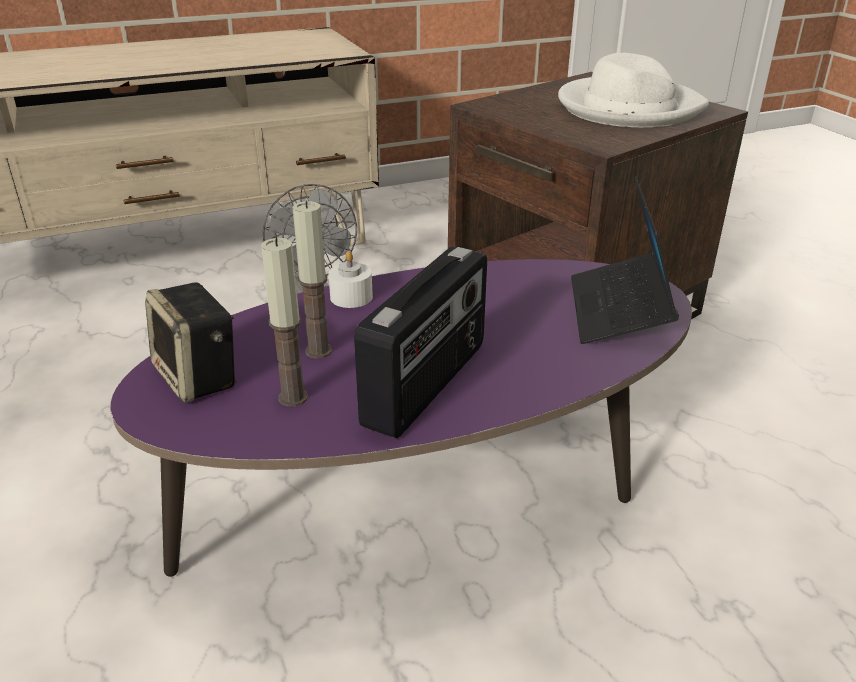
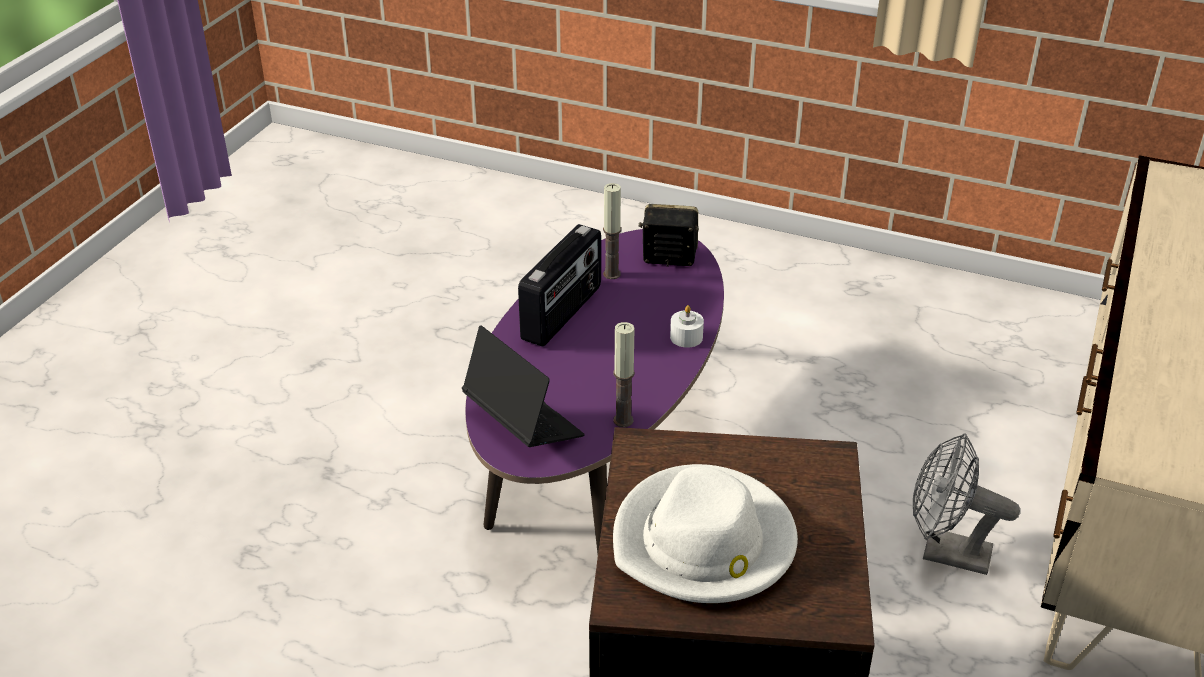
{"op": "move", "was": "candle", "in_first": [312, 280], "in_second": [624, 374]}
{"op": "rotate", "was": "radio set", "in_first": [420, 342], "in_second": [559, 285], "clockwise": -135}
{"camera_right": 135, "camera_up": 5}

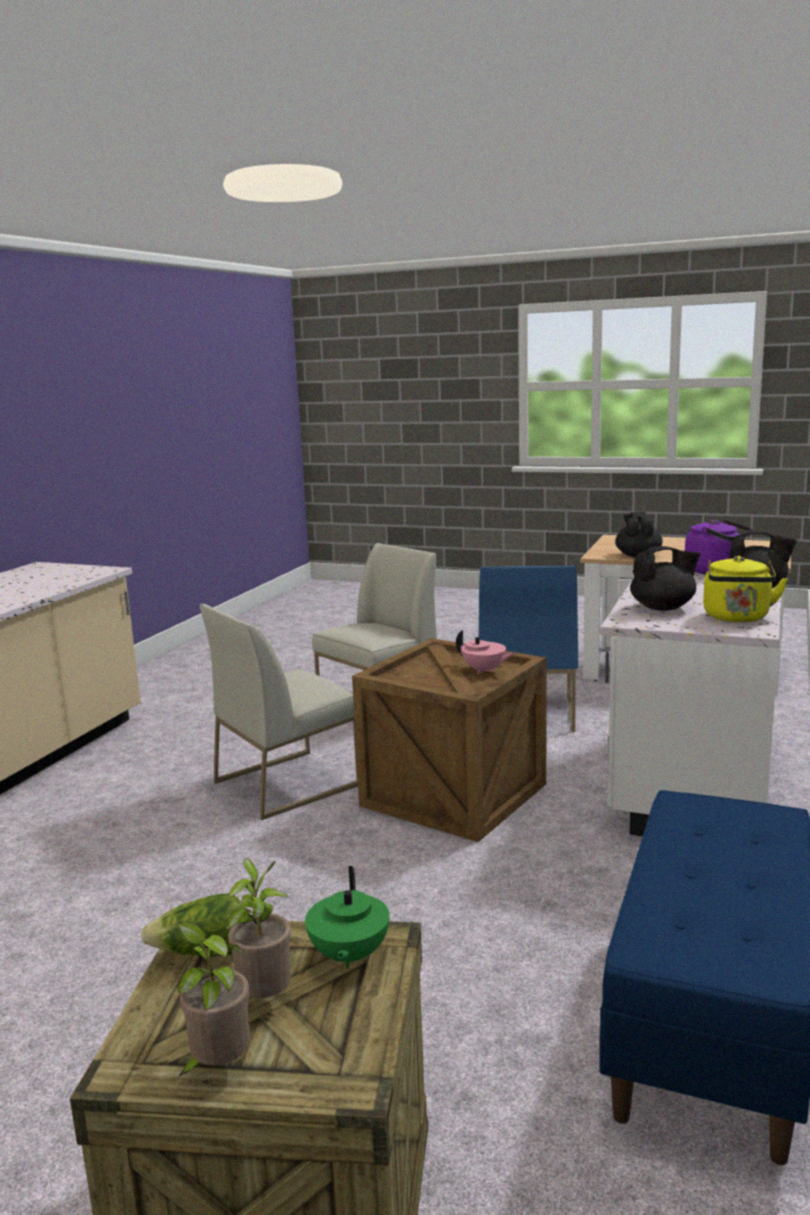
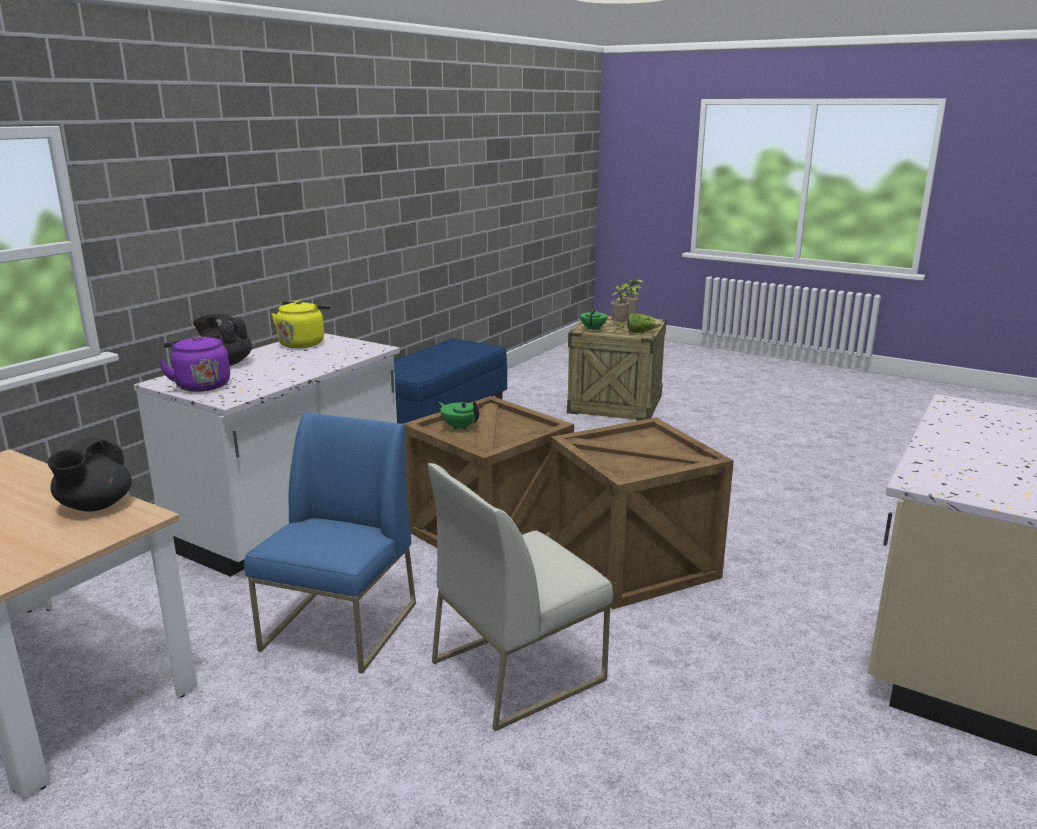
{"op": "replace", "was": "upright chair (whitish)", "now": "packing crate", "in_first": [278, 712], "in_second": [641, 514]}
{"op": "recolor", "was": "pot for tea (pinkish)", "now": "pot for tea (green)", "in_first": [485, 652], "in_second": [459, 415]}
{"op": "delete", "was": "pot for tea (blackish)", "in_first": [665, 578]}
{"camera_right": -170, "camera_up": 5}

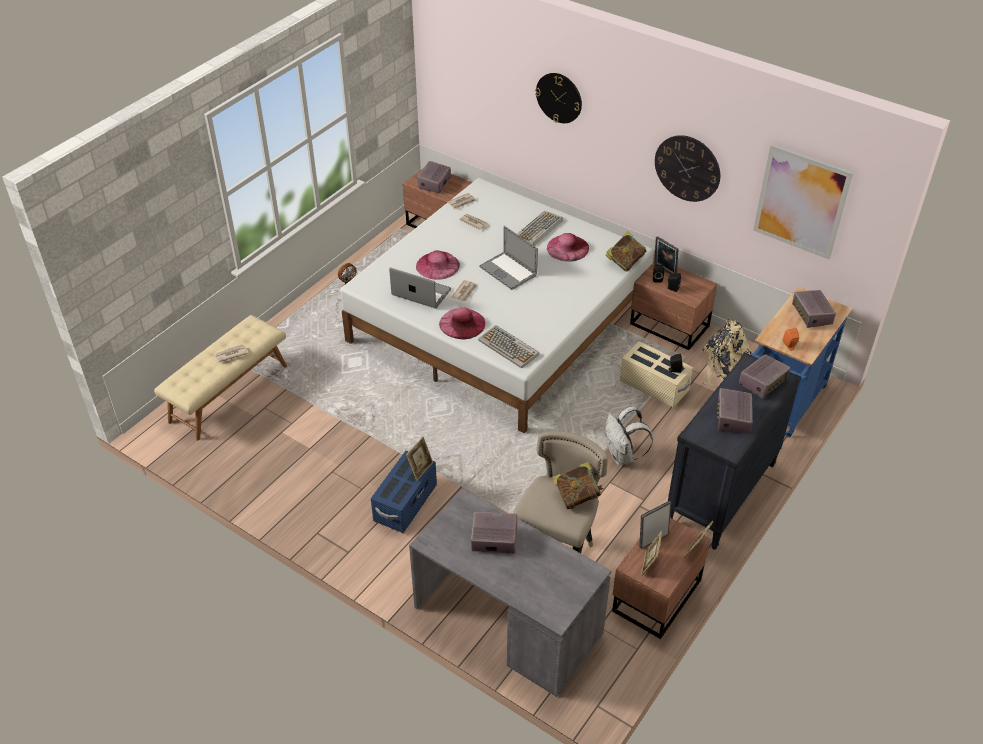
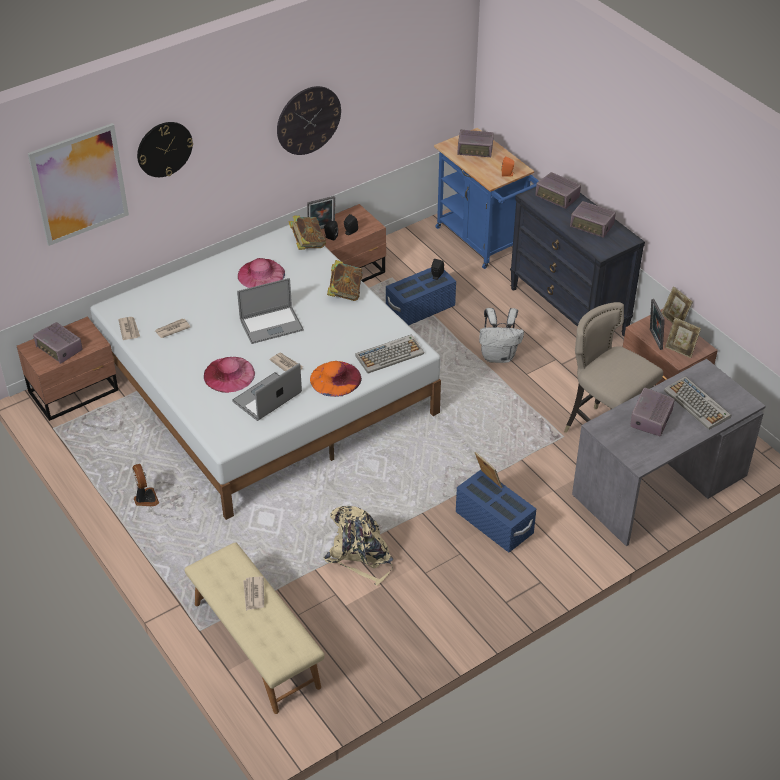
{"op": "recolor", "was": "hat (pinkish)", "now": "hat (orange)", "in_first": [462, 324], "in_second": [336, 379]}
{"op": "move", "was": "keyboard", "in_first": [540, 228], "in_second": [697, 403]}
{"op": "move", "was": "bound book", "in_first": [577, 485], "in_second": [345, 280]}
{"op": "recolor", "was": "storage box (beige-coloured)", "now": "storage box (blue)", "in_first": [656, 374], "in_second": [421, 296]}
{"op": "move", "was": "rucksack (beige-coloured)", "in_first": [726, 353], "in_second": [358, 546]}
{"op": "rotate", "was": "radio set", "in_first": [765, 376], "in_second": [558, 190], "clockwise": 150}
{"op": "move", "was": "picture", "in_first": [803, 202], "in_second": [78, 184]}
{"camera_right": -70, "camera_up": 0}

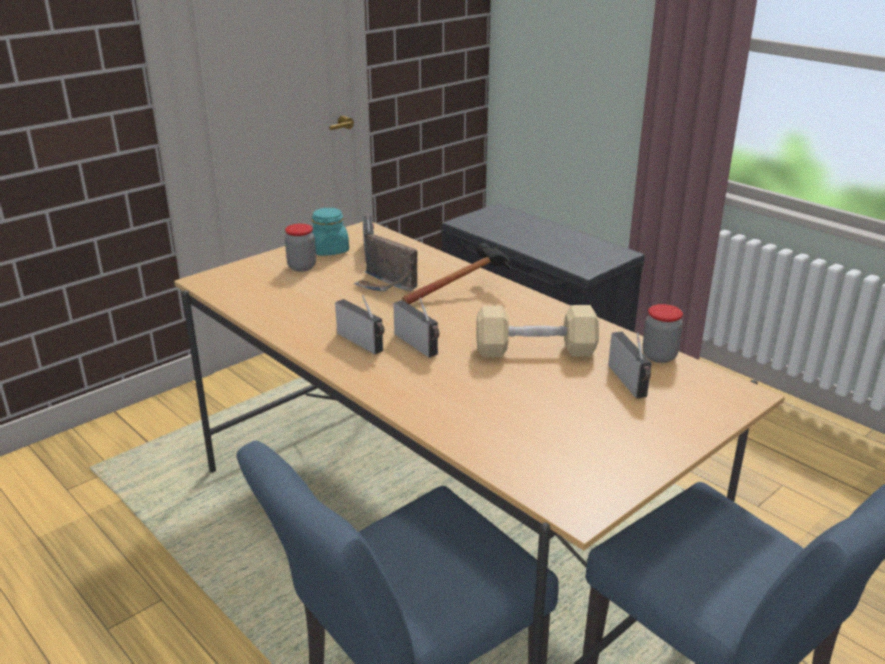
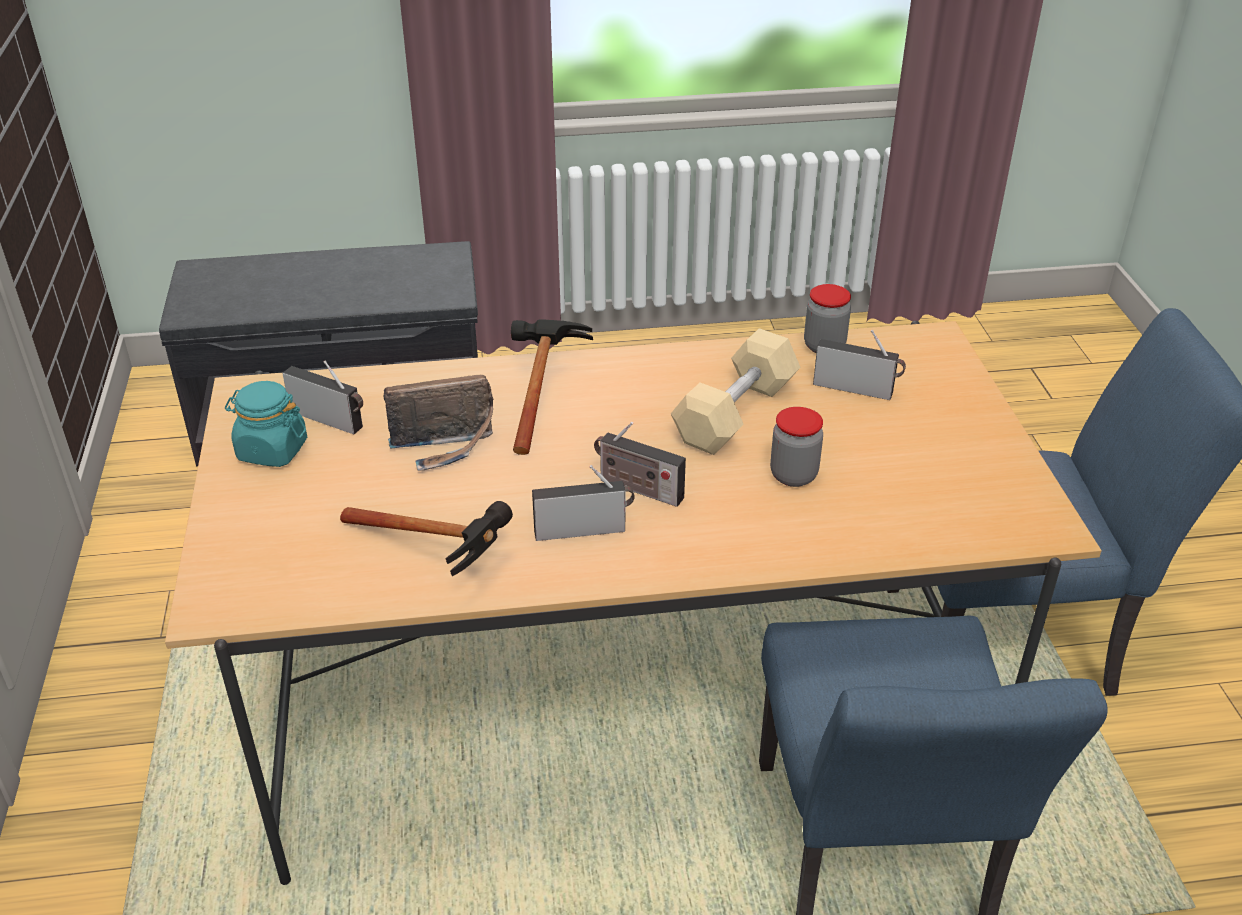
{"op": "move", "was": "storage jar", "in_first": [300, 248], "in_second": [796, 447]}
{"op": "rotate", "was": "radio set", "in_first": [416, 327], "in_second": [640, 464], "clockwise": -150}
{"op": "insert", "now": "hammer", "in_second": [426, 538]}
{"camera_right": -55, "camera_up": 10}

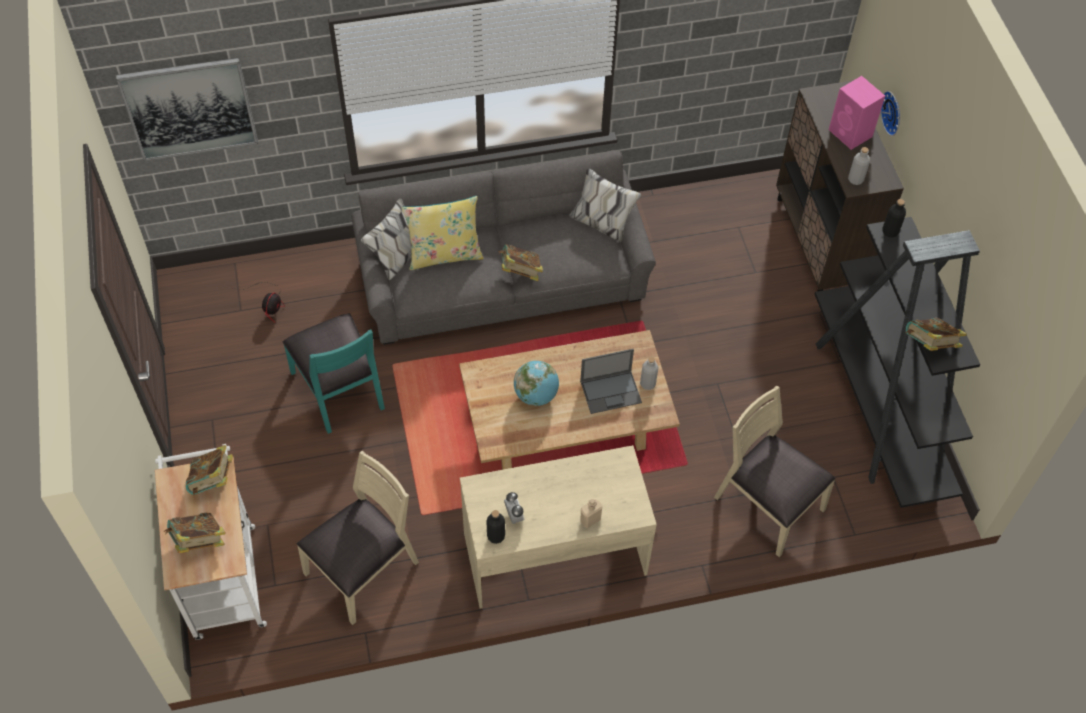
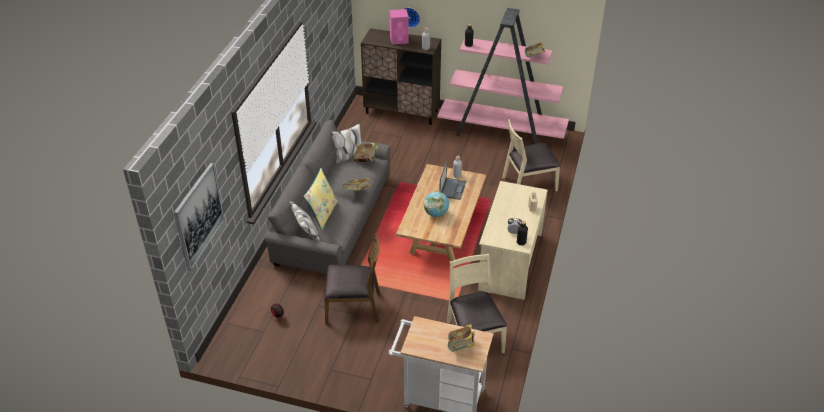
{"op": "move", "was": "bound book", "in_first": [209, 470], "in_second": [366, 153]}
{"op": "recolor", "was": "upright chair (blue-green)", "now": "upright chair (brown-coloured)", "in_first": [334, 373], "in_second": [352, 278]}
{"op": "recolor", "was": "bookshelf (blackish)", "now": "bookshelf (pinkish)", "in_first": [897, 362], "in_second": [503, 76]}
{"camera_right": -60, "camera_up": -15}

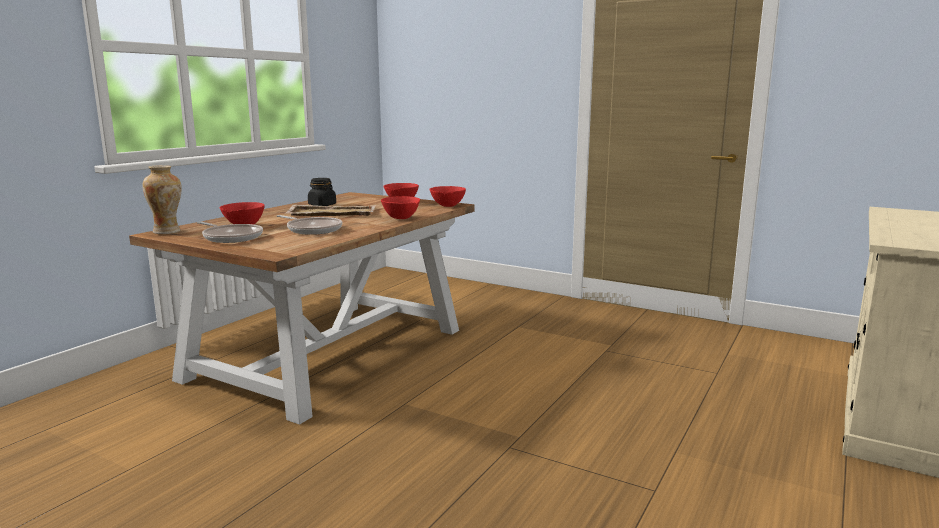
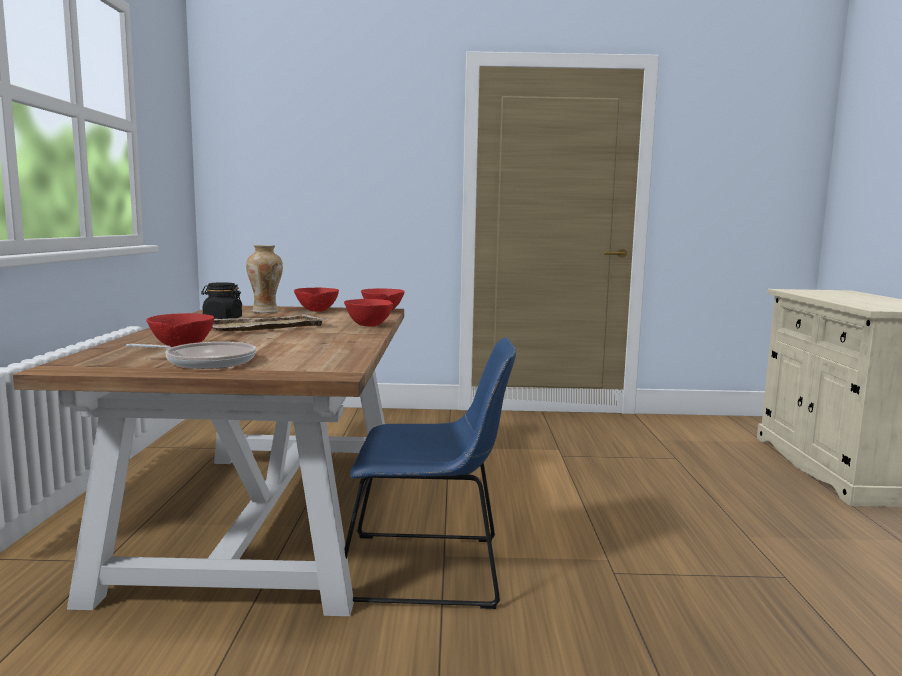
{"op": "move", "was": "vase", "in_first": [162, 199], "in_second": [264, 279]}
{"op": "delete", "was": "pan", "in_first": [309, 225]}
{"op": "insert", "now": "upright chair (blue)", "in_second": [430, 473]}
{"camera_right": -30, "camera_up": -5}

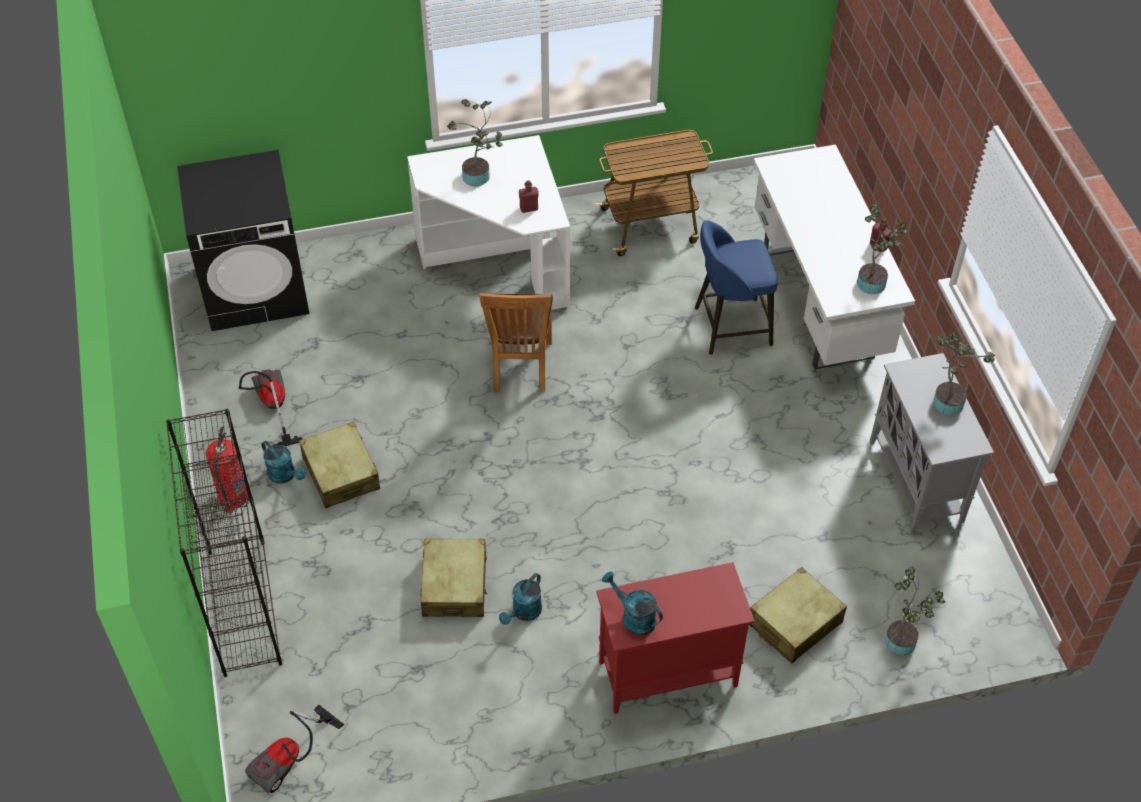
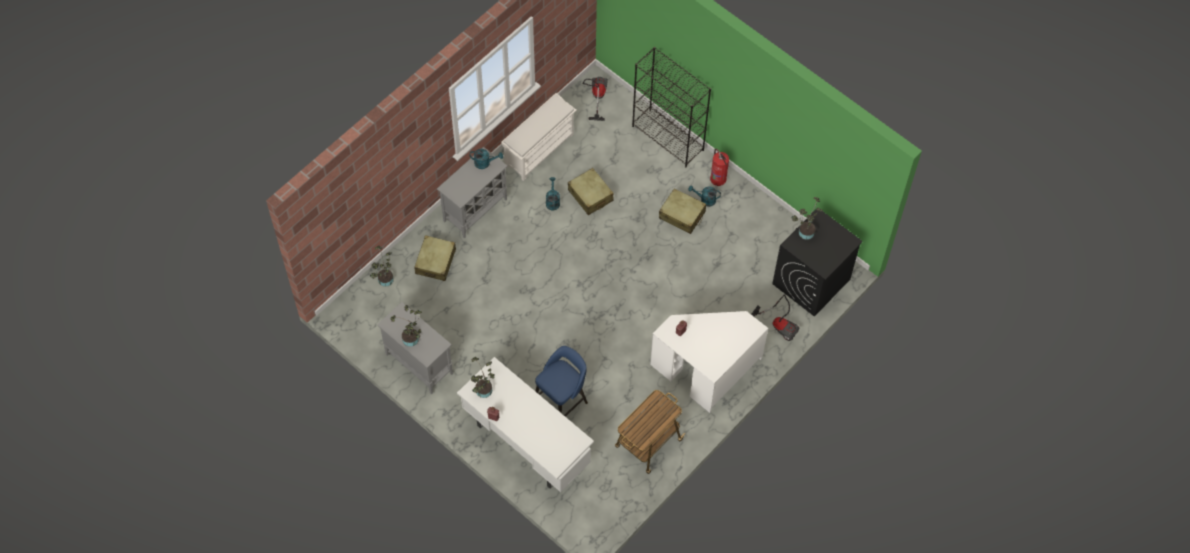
{"op": "move", "was": "vacuum", "in_first": [270, 407], "in_second": [775, 317]}
{"op": "move", "was": "plant in a pot", "in_first": [475, 142], "in_second": [807, 218]}
{"op": "delete", "was": "upright chair (brown-coloured)", "in_first": [516, 342]}
{"op": "recolor", "was": "storage cabinet (reddish)", "now": "storage cabinet (greyish)", "in_first": [675, 638], "in_second": [472, 193]}
{"op": "insert", "now": "shoe stand (whitish)", "in_second": [539, 137]}
{"camera_right": 145, "camera_up": 10}

